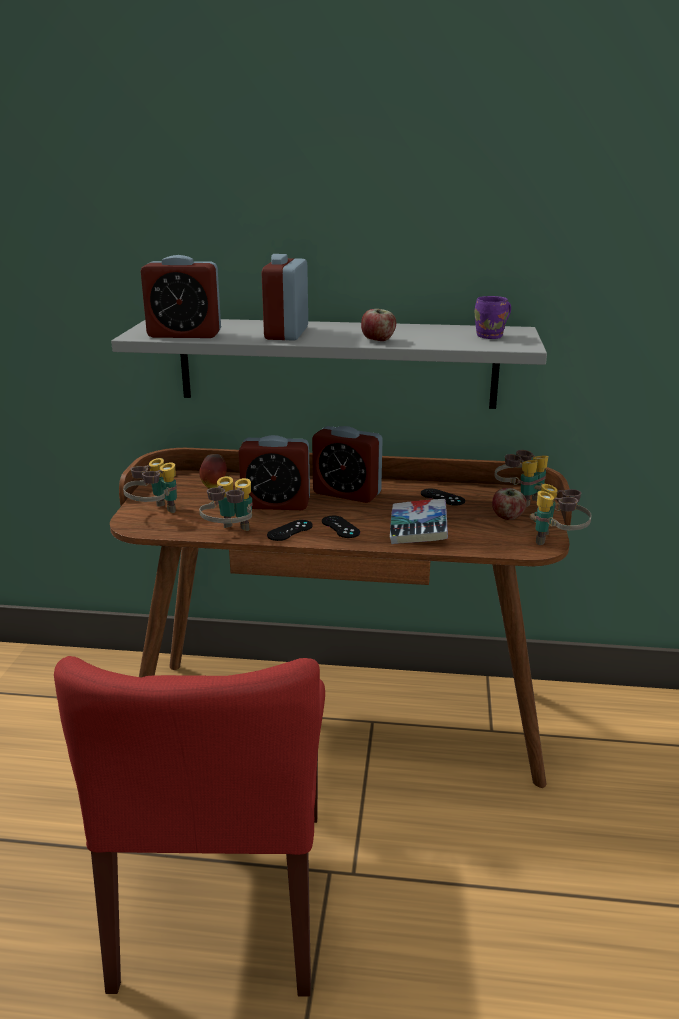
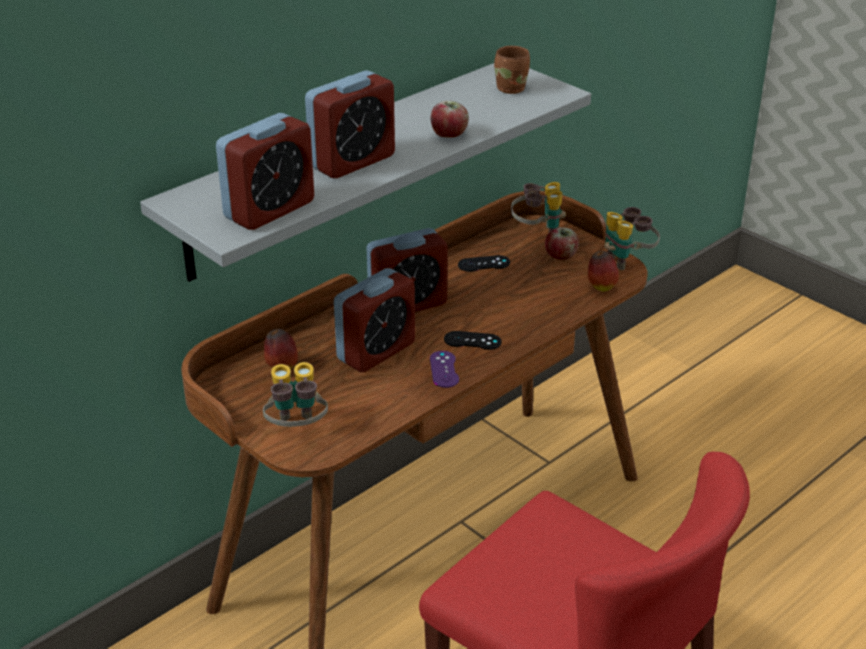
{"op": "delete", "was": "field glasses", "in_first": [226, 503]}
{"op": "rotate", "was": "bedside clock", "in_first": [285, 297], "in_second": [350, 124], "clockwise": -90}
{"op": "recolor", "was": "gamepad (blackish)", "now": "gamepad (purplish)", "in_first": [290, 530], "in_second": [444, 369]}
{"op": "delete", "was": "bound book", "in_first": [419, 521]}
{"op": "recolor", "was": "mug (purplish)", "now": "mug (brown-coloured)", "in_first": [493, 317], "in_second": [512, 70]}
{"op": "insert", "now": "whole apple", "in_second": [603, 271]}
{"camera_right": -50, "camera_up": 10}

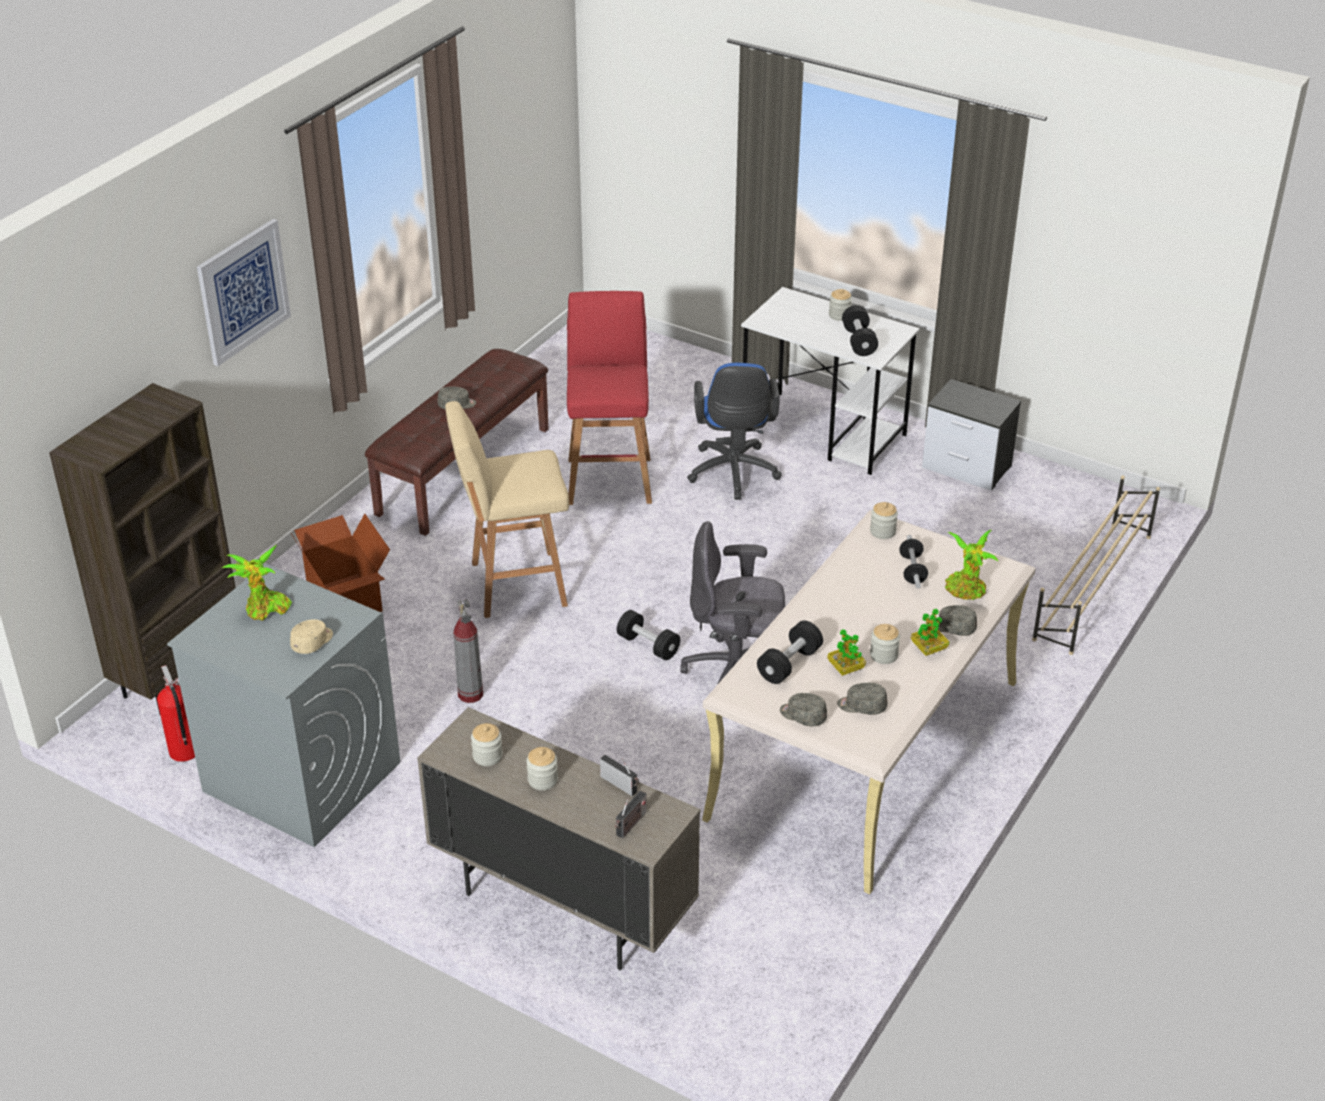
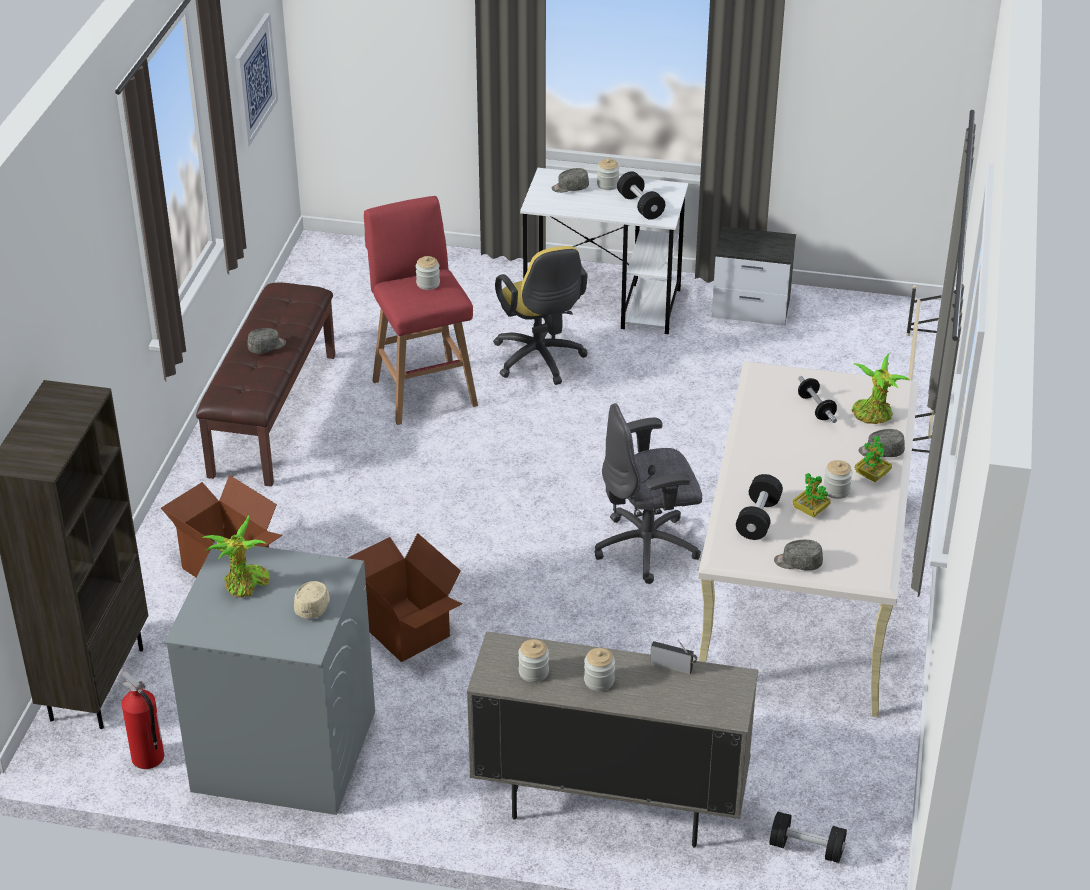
{"op": "move", "was": "picture", "in_first": [244, 292], "in_second": [256, 80]}
{"op": "delete", "was": "stool (beige-coloured)", "in_first": [507, 509]}
{"op": "replace", "was": "fire-fighting cylinder", "now": "cardboard box", "in_first": [468, 651], "in_second": [405, 597]}
{"op": "delete", "was": "radio set", "in_first": [631, 814]}
{"op": "move", "was": "hand weight (blackish)", "in_first": [648, 635], "in_second": [808, 837]}
{"op": "recolor", "was": "office chair (blue)", "now": "office chair (yellow)", "in_first": [734, 431], "in_second": [540, 315]}
{"op": "move", "was": "baseball cap (greyish)", "in_first": [862, 699], "in_second": [570, 180]}
{"op": "move", "was": "storage jar", "in_first": [884, 520], "in_second": [428, 273]}
{"camera_right": -20, "camera_up": 0}

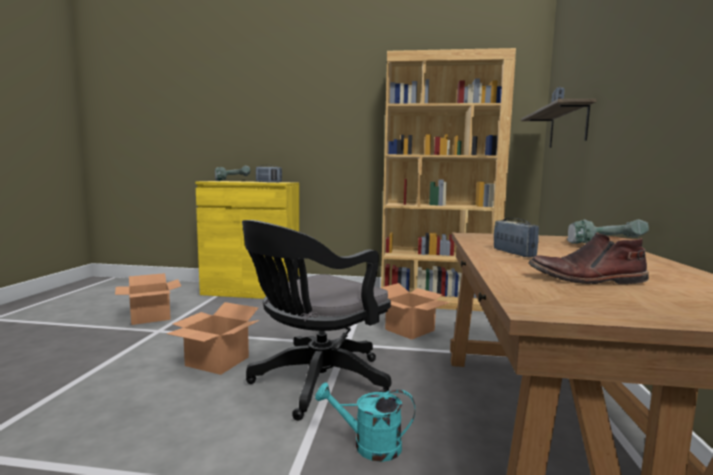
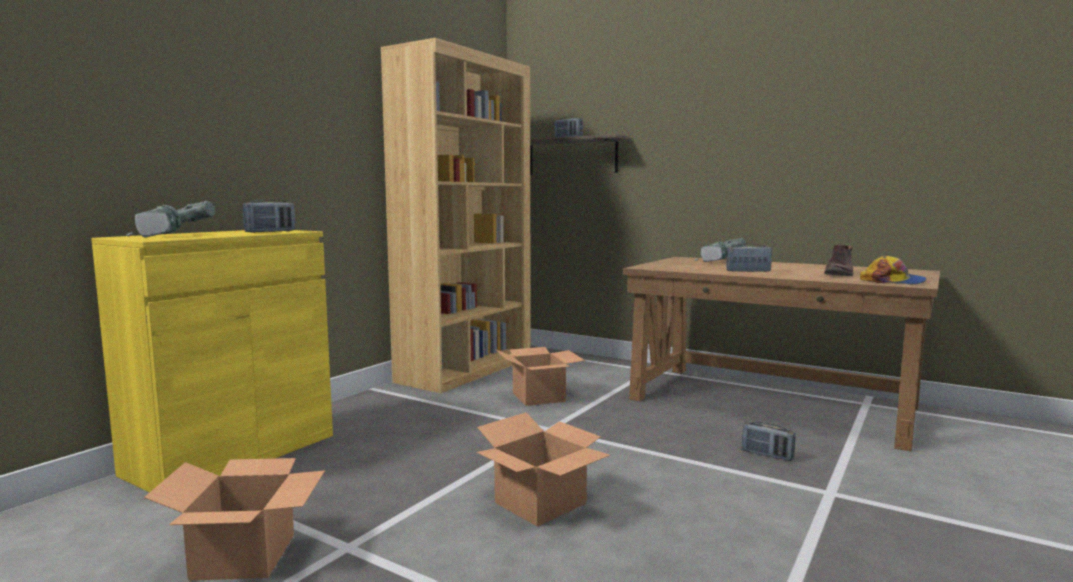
{"op": "delete", "was": "office chair (blackish)", "in_first": [316, 320]}
{"op": "replace", "was": "watering pot (blue-green)", "now": "radio set", "in_first": [365, 422], "in_second": [769, 441]}
{"op": "insert", "now": "baseball cap", "in_second": [893, 270]}
{"camera_right": -65, "camera_up": 0}

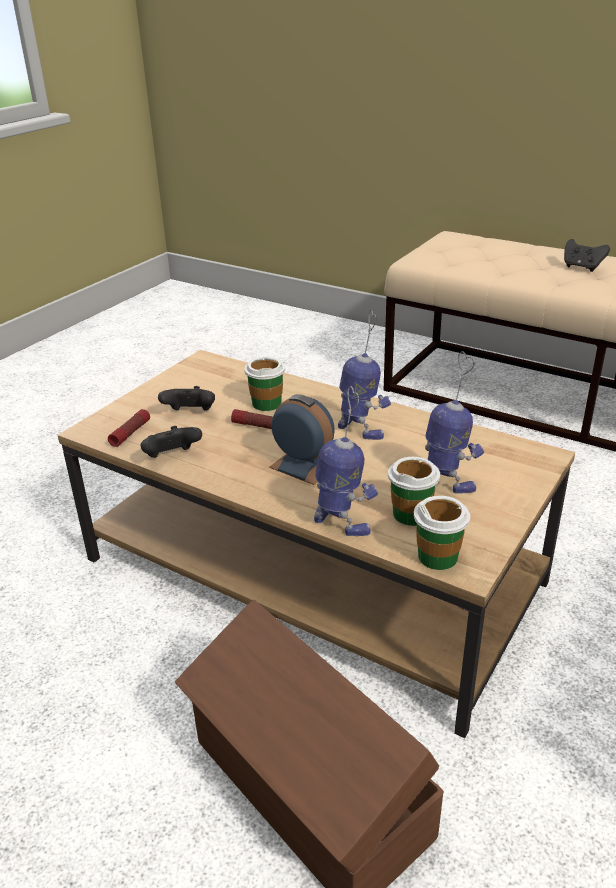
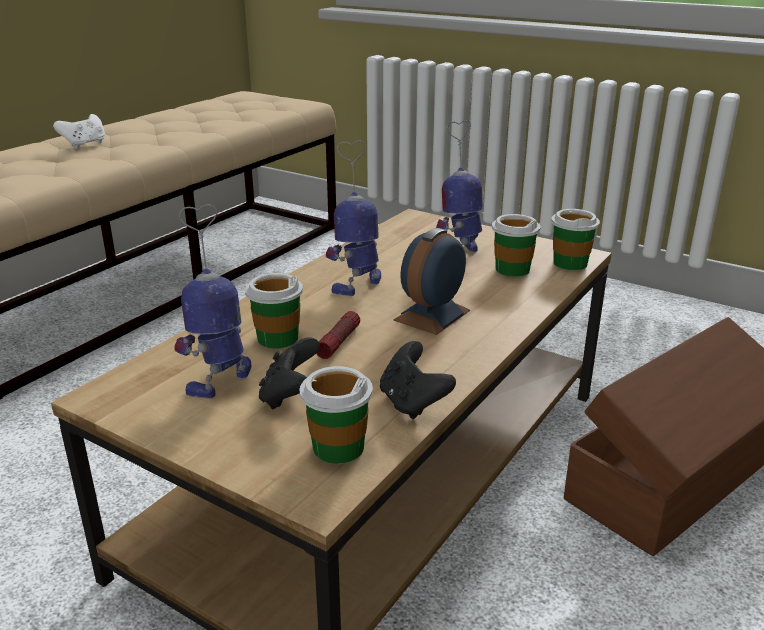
{"op": "replace", "was": "torch", "now": "small cup", "in_first": [129, 428], "in_second": [336, 415]}
{"op": "move", "was": "toy robot", "in_first": [346, 461], "in_second": [212, 301]}
{"op": "recolor", "was": "gamepad (blackish)", "now": "gamepad (whitish)", "in_first": [587, 255], "in_second": [79, 131]}
{"camera_right": -90, "camera_up": -5}

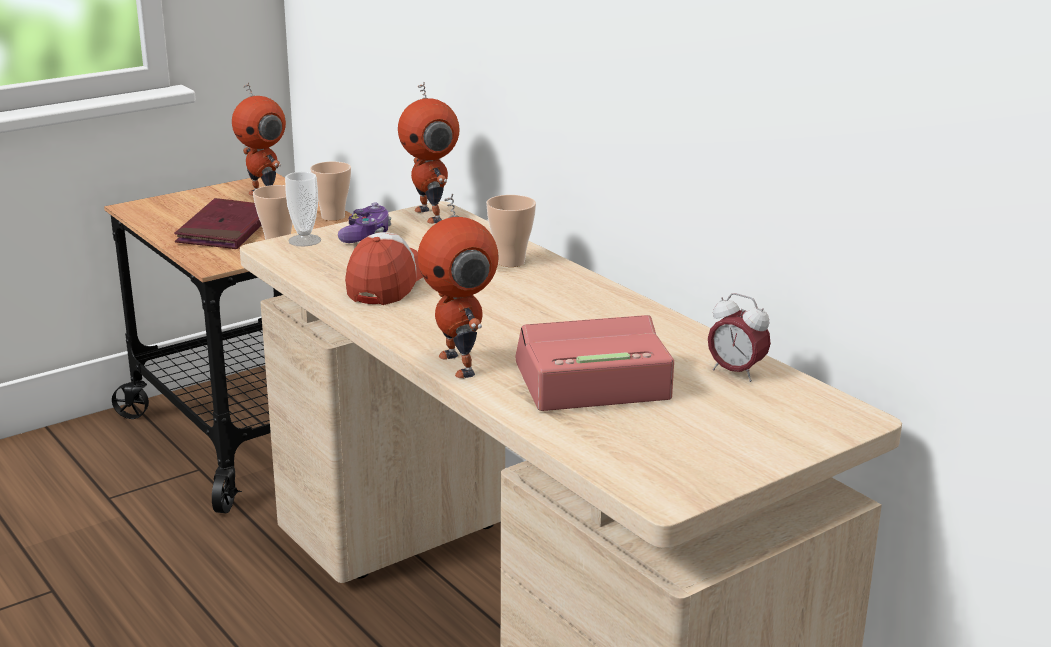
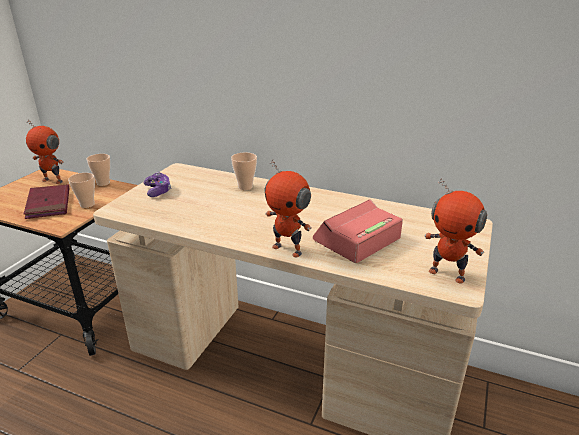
{"op": "delete", "was": "small cup", "in_first": [303, 209]}
{"op": "delete", "was": "baseball cap", "in_first": [384, 268]}
{"op": "move", "was": "toy robot", "in_first": [429, 153], "in_second": [455, 231]}
{"op": "delete", "was": "bedside clock", "in_first": [739, 337]}
{"camera_right": -30, "camera_up": 5}

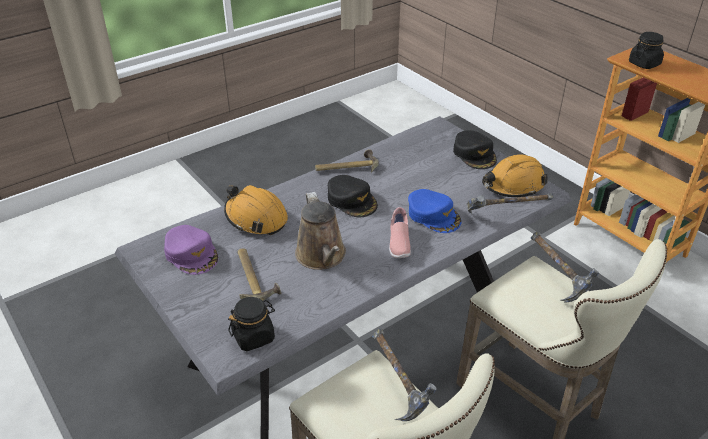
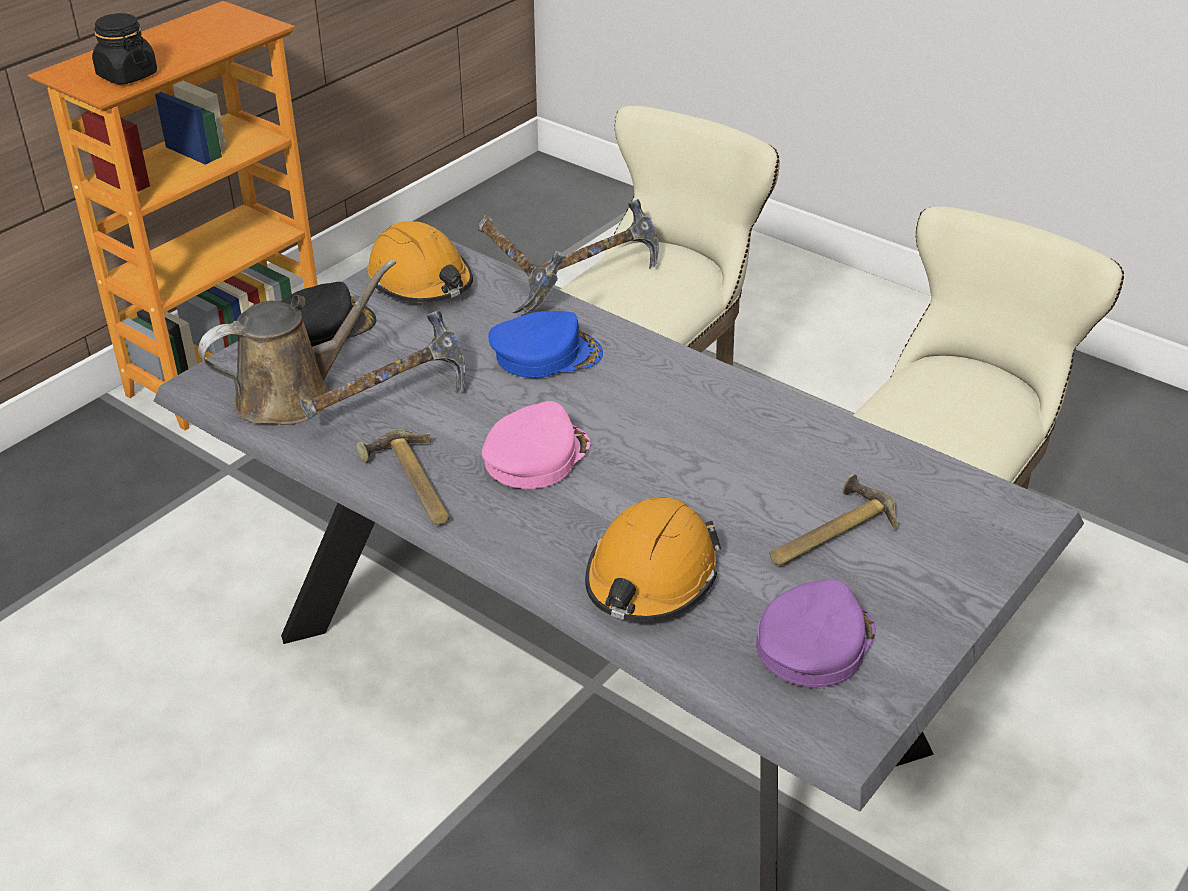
{"op": "delete", "was": "storage jar (blackish)", "in_first": [251, 324]}
{"op": "move", "was": "watering pot (brown-coloured)", "in_first": [320, 231], "in_second": [297, 342]}
{"op": "recolor", "was": "baseball cap (blackish)", "now": "baseball cap (pinkish)", "in_first": [353, 196], "in_second": [536, 445]}
{"op": "move", "was": "hammer", "in_first": [404, 375], "in_second": [382, 365]}
{"op": "delete", "was": "item of footwear (pinkish)", "in_first": [400, 232]}
{"op": "rotate", "was": "baseball cap (blue)", "in_first": [435, 211], "in_second": [545, 345], "clockwise": 45}
{"camera_right": -105, "camera_up": 0}

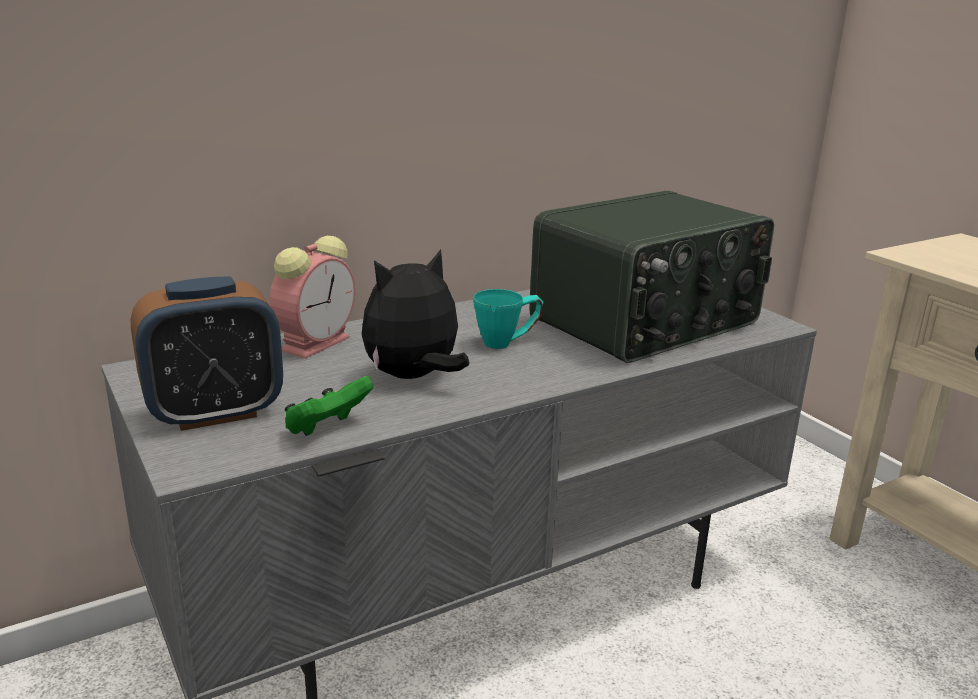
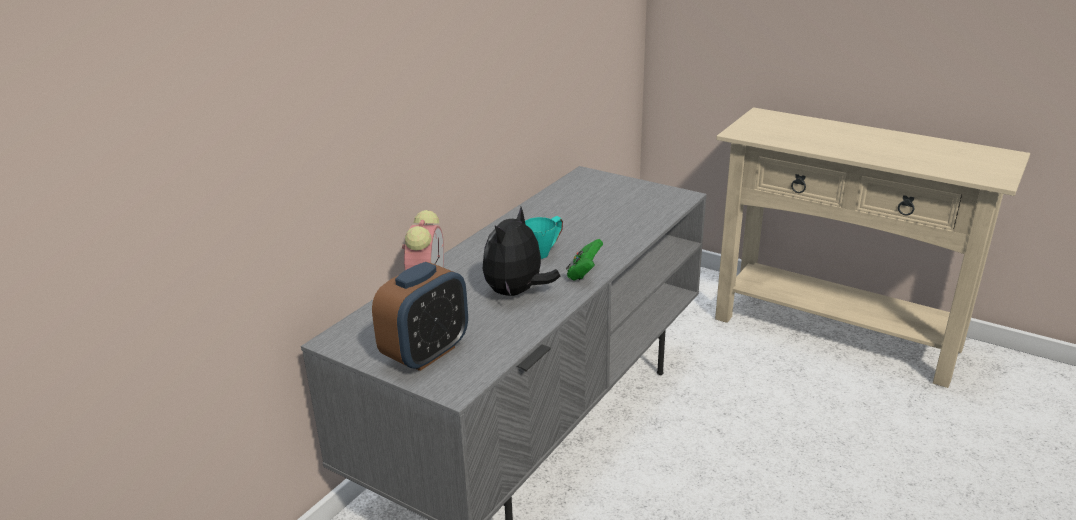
{"op": "move", "was": "gamepad (green)", "in_first": [329, 406], "in_second": [584, 259]}
{"op": "delete", "was": "radio set", "in_first": [651, 277]}
{"camera_right": -25, "camera_up": 5}

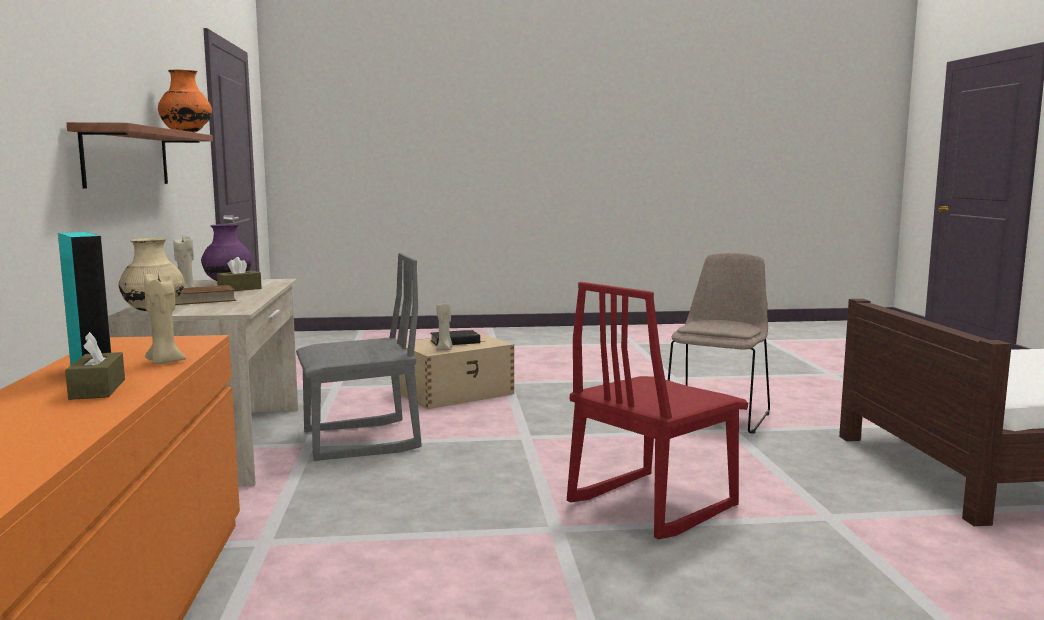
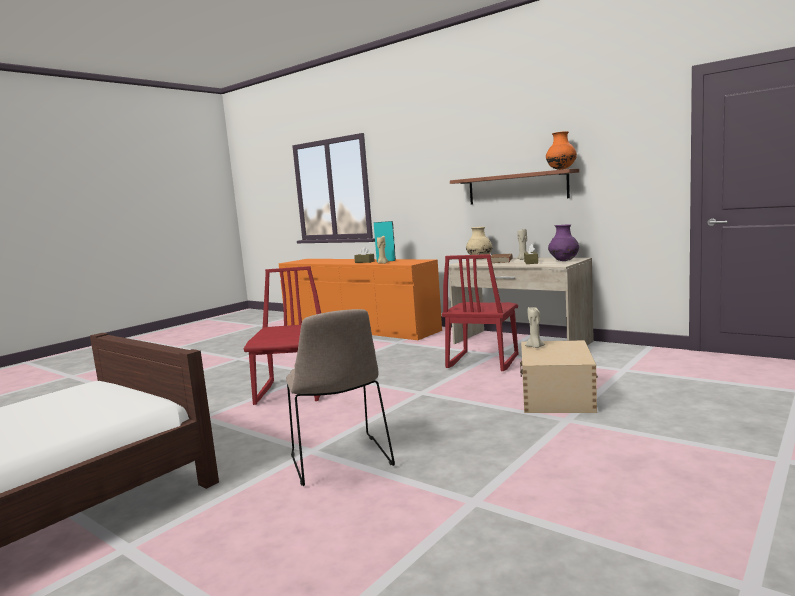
{"op": "recolor", "was": "upright chair (greyish)", "now": "upright chair (reddish)", "in_first": [359, 357], "in_second": [480, 312]}
{"op": "delete", "was": "bound book (blackish)", "in_first": [458, 338]}
{"camera_right": 135, "camera_up": 0}

